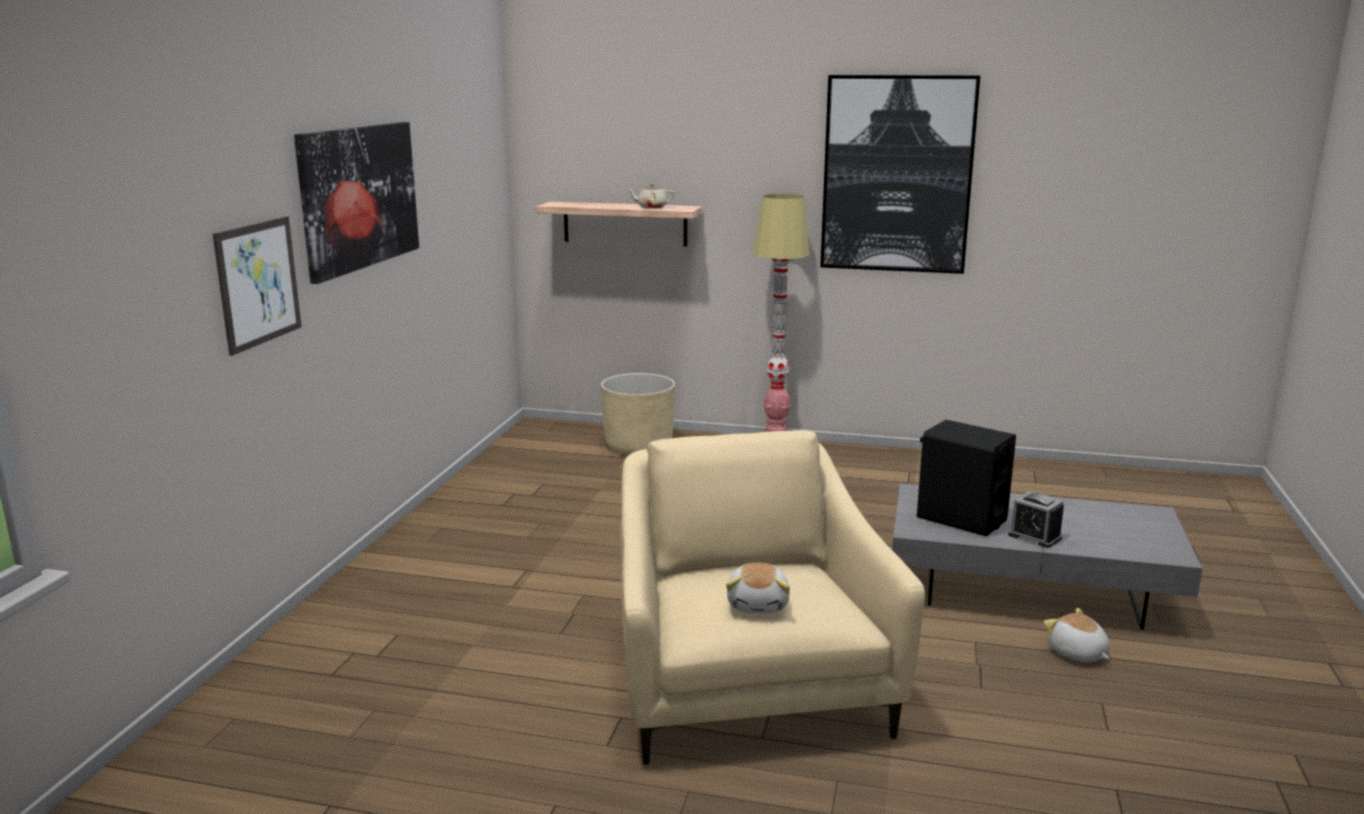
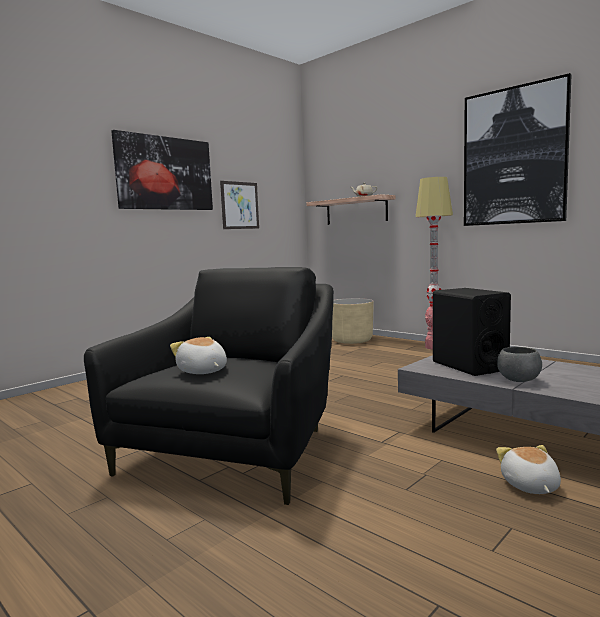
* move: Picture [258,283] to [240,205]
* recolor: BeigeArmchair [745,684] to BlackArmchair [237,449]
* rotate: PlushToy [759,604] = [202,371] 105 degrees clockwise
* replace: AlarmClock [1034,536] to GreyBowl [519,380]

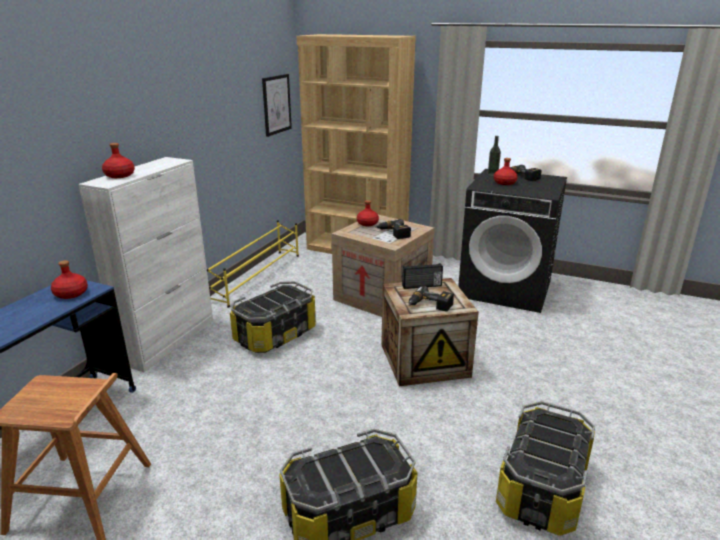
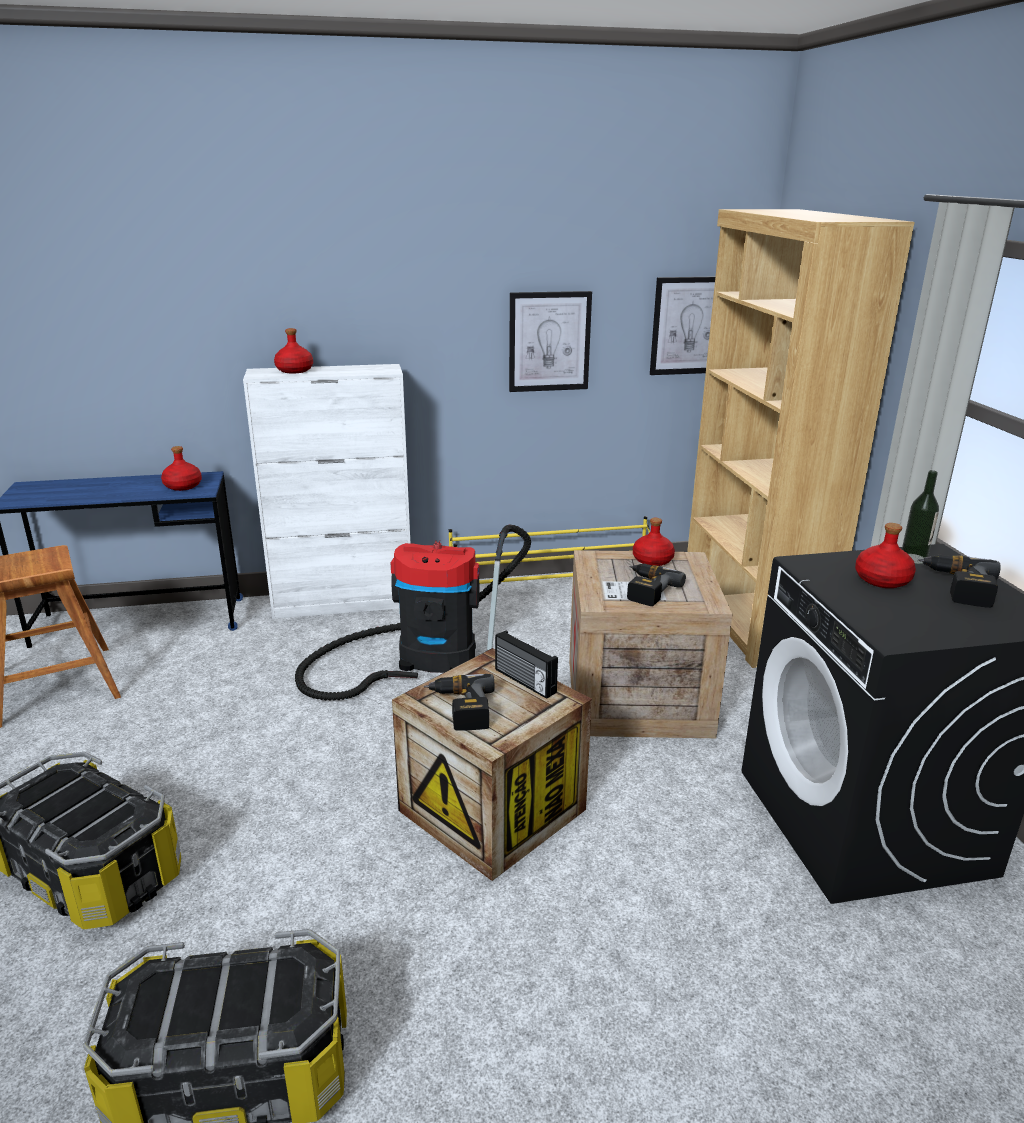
* replace: StorageBox [275,334] to VacuumCleaner [427,659]
* insert: Picture [549,341]

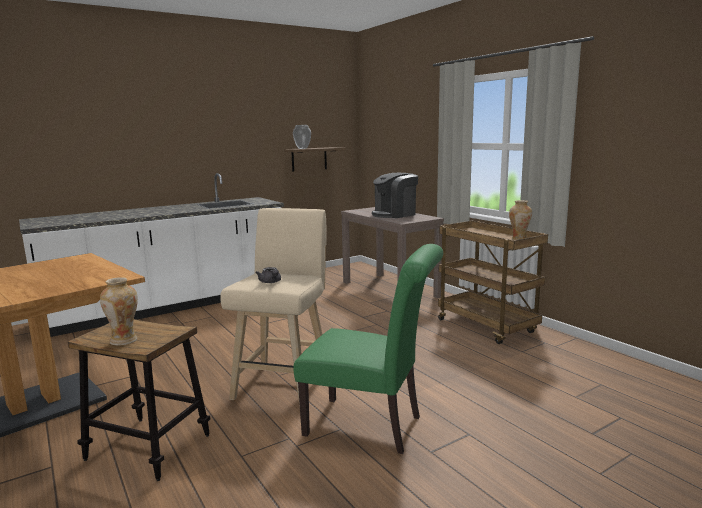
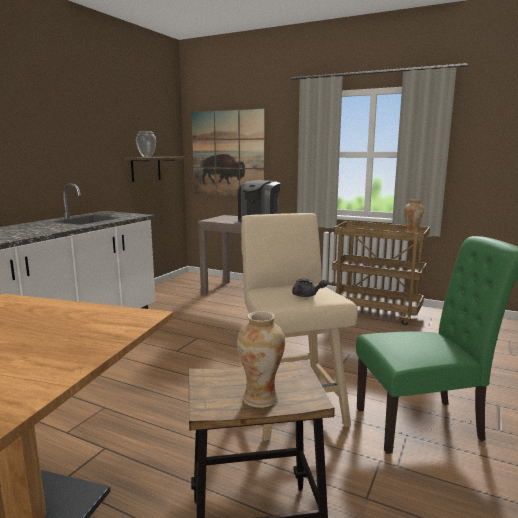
* insert: Picture [227,153]

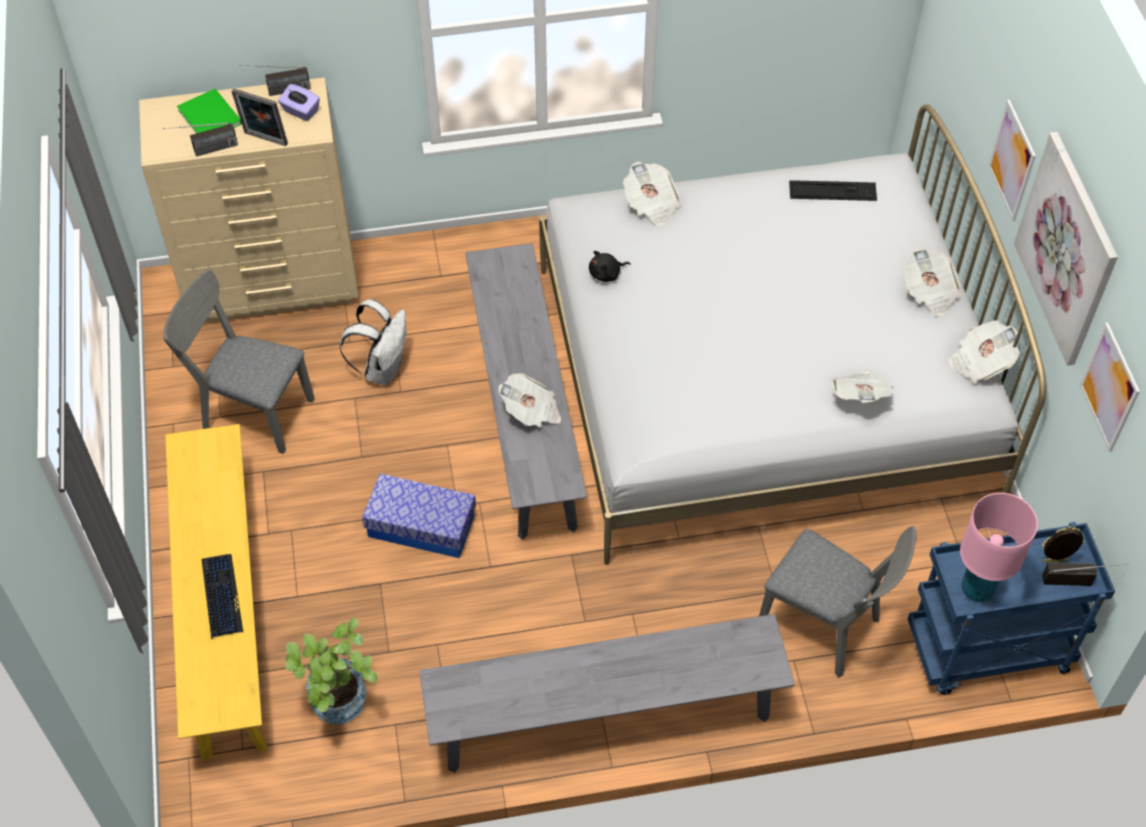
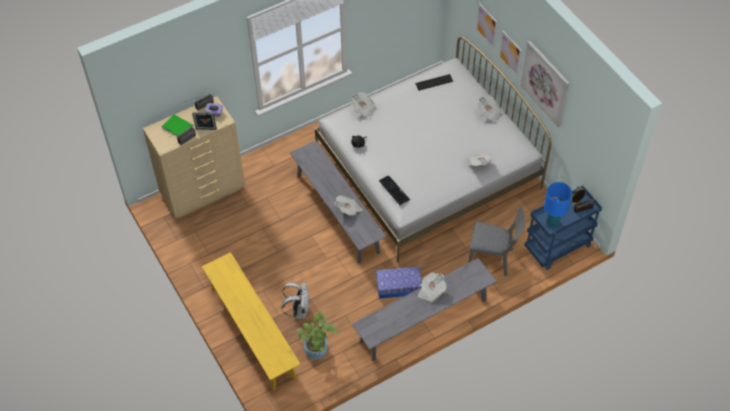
* delete: GreyChair [250,411]
* move: Keyboard [221,596] to [394,190]
* move: WhiteBackpack [382,368] to [298,310]
* move: StorageBox [421,526] to [398,287]
* move: Newspaper [980,362] to [431,291]
* recolor: PinkTableLamp [977,589] to BlueTableLamp [552,222]
* move: Picture [1109,387] to [486,25]

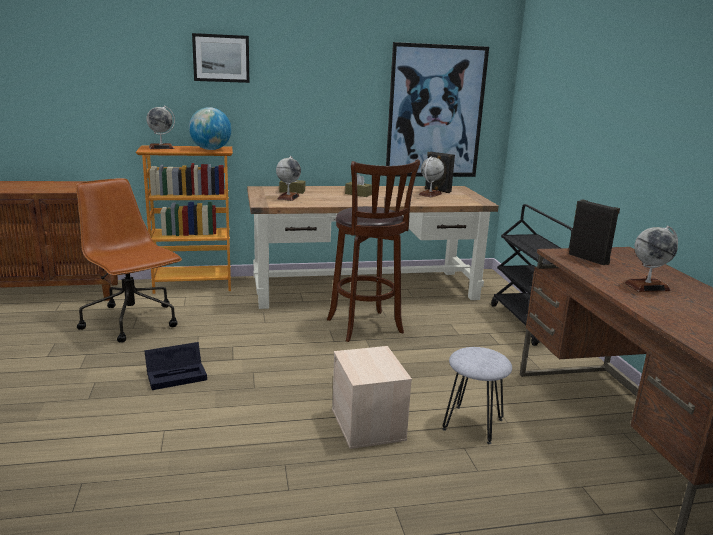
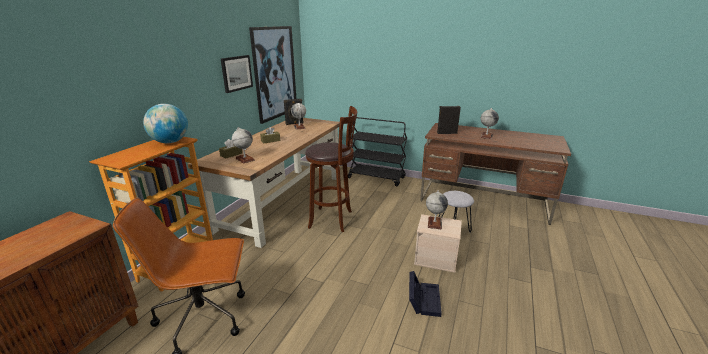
* move: BlackStorageBox [178,374] to [423,299]
* move: Globe [161,147] to [434,223]
* move: Picture [221,58] to [236,73]

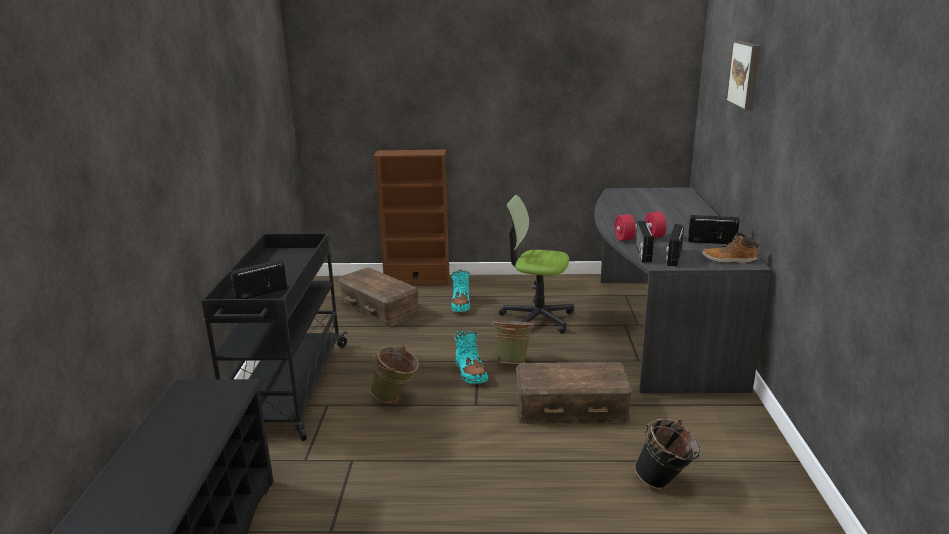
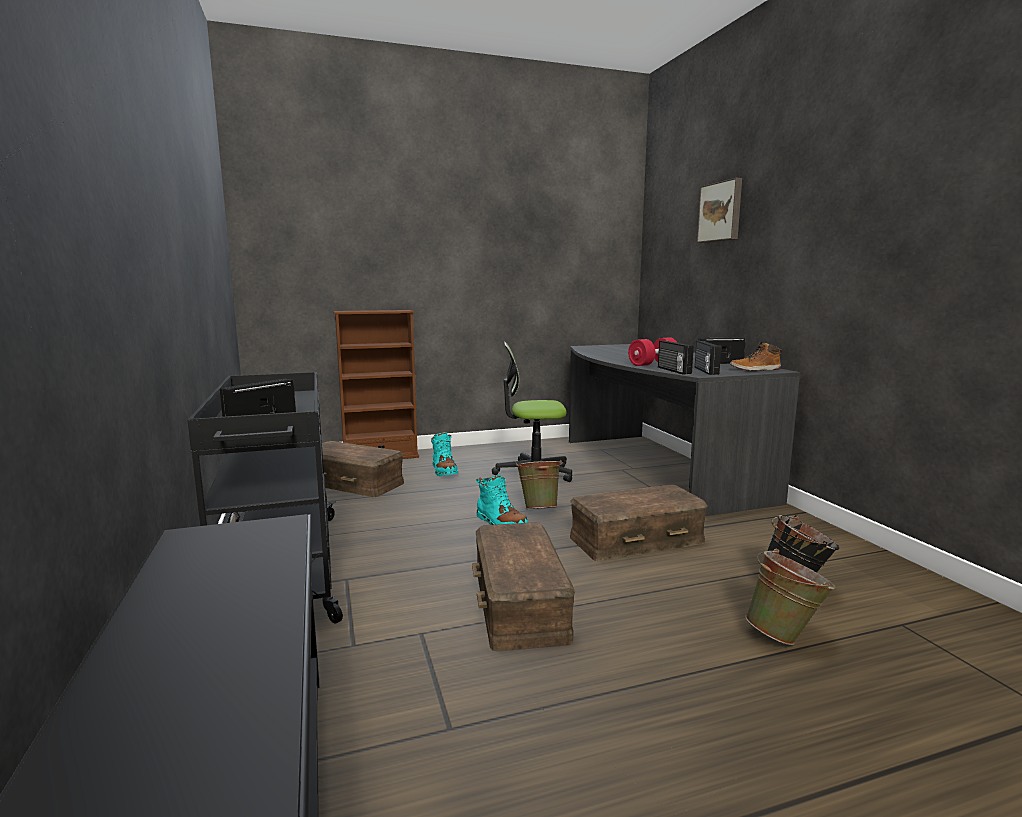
* move: GreenBucket [396,398] to [785,636]
* insert: BrownStorageBox [518,602]

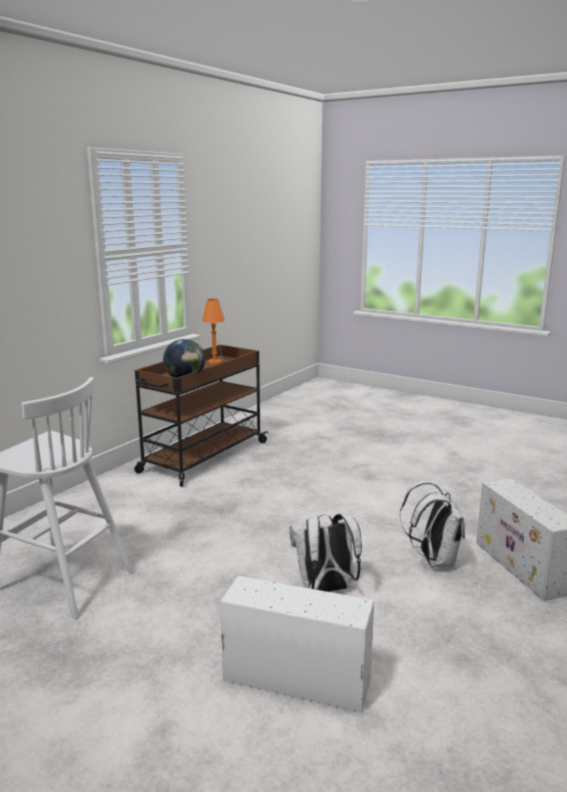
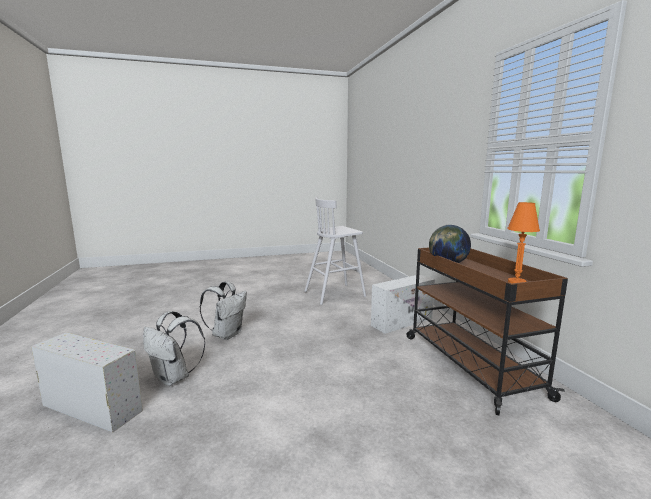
* move: WhiteStorageBox [294,679] to [403,321]

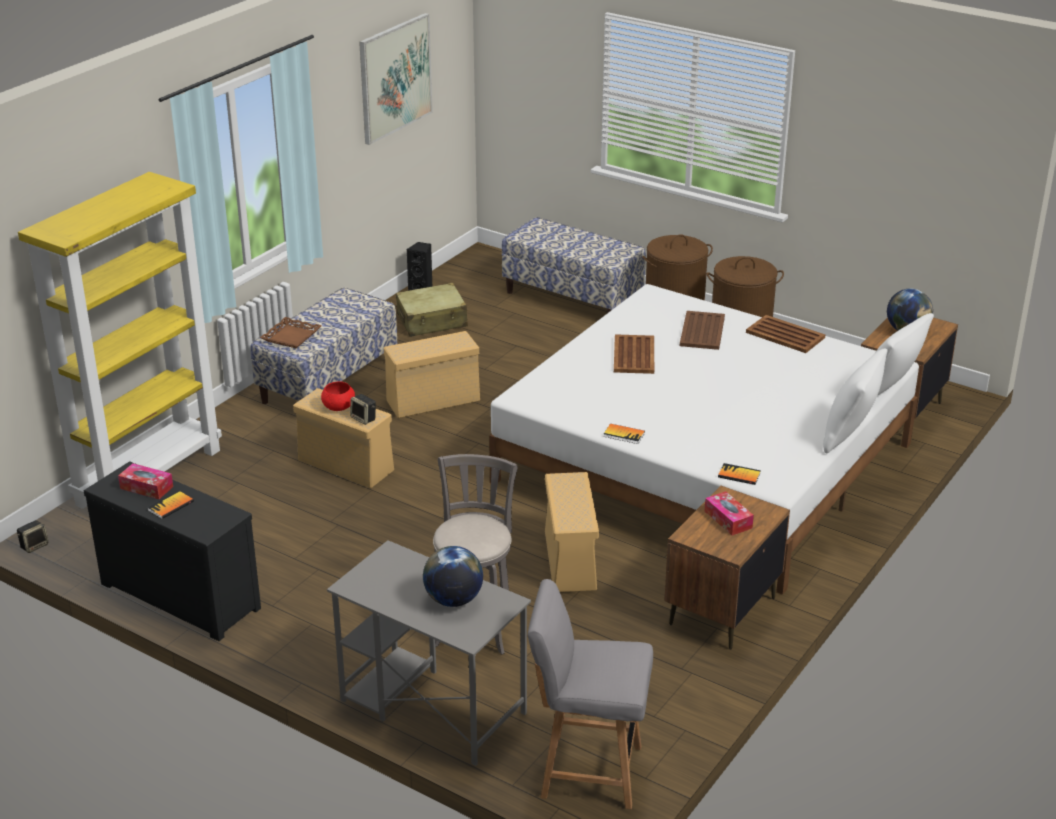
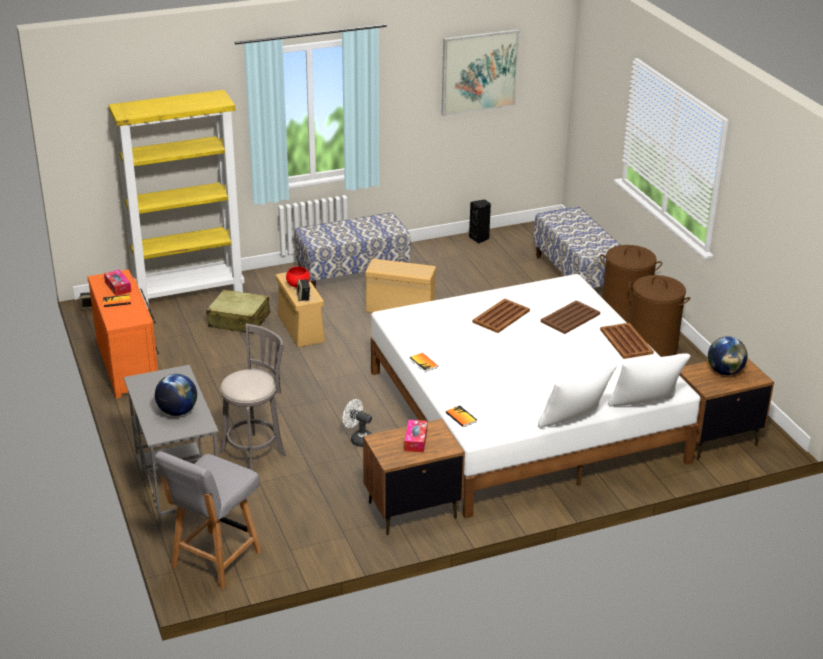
* recolor: BlackDresser [183,593] to OrangeDresser [129,364]
* delete: BrownTray [291,336]
* move: BeigeSuitcase [432,321] to [239,320]
* rotate: GreyChair [588,771] = [214,560] 105 degrees counterclockwise
* replace: BeigeStorageBox [570,561] to WhiteFan [358,439]

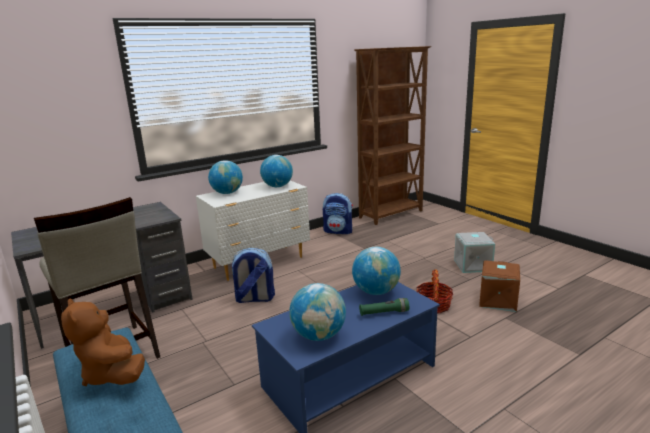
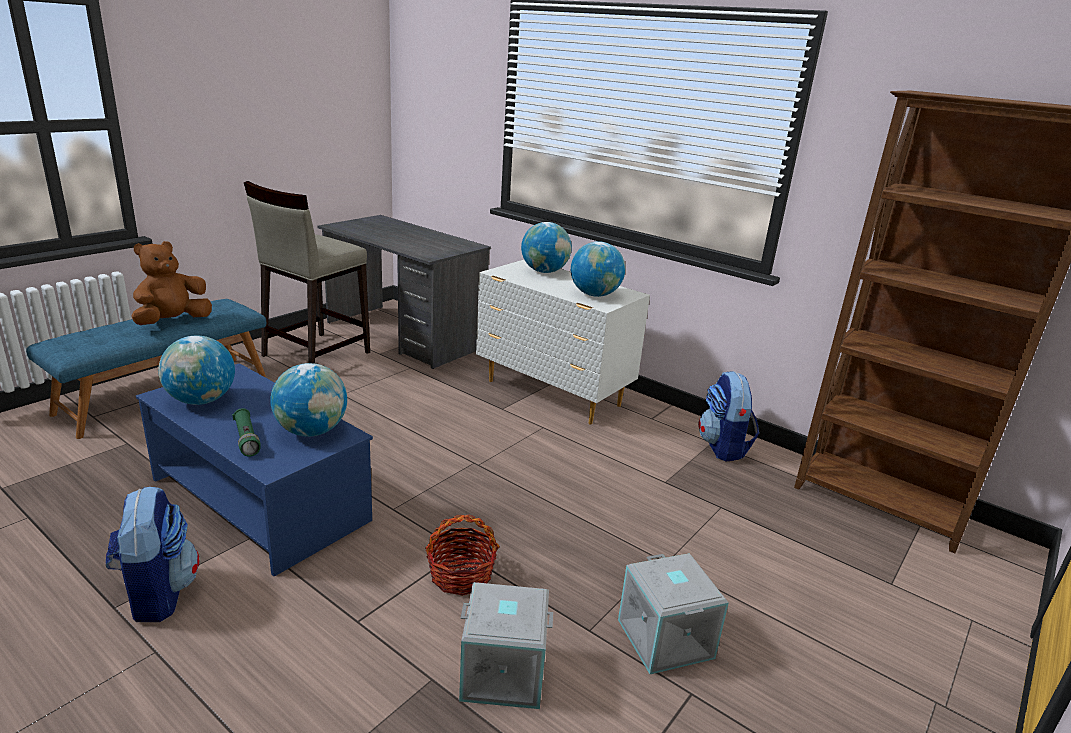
* move: Backpack [254,299] to [157,594]
* recolor: BrownStorageBox [497,300] to GreyStorageBox [504,671]

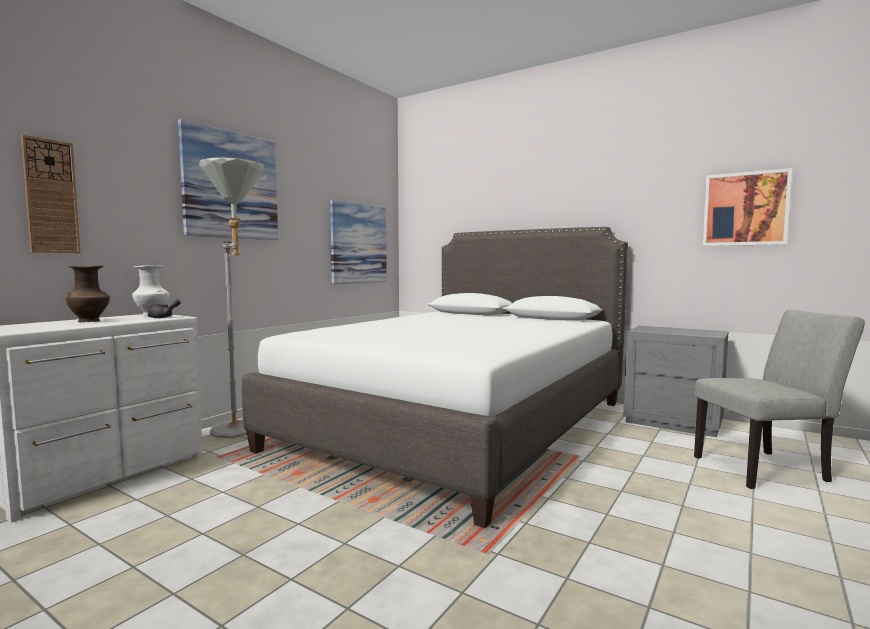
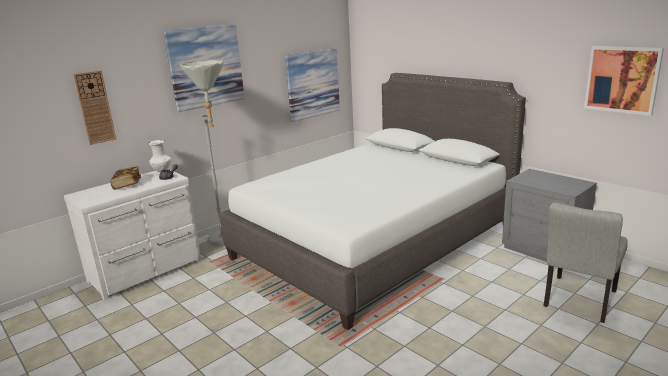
* replace: BrownVase [90,321] to Book [127,185]
* rotate: GreyChair [768,468] = [578,301] 120 degrees clockwise

